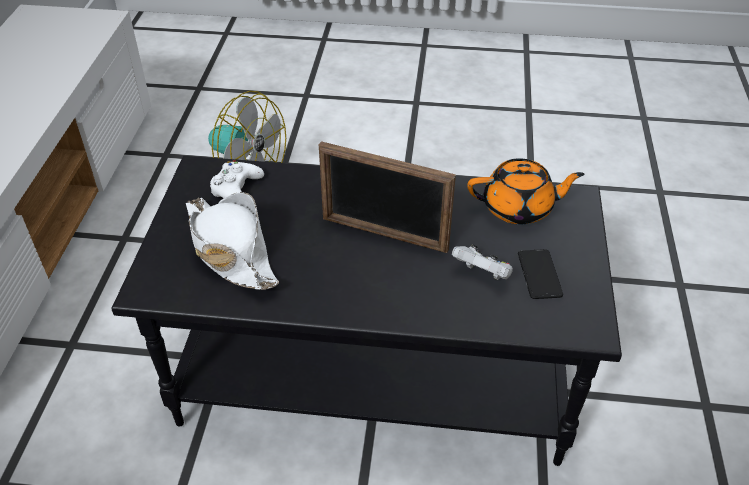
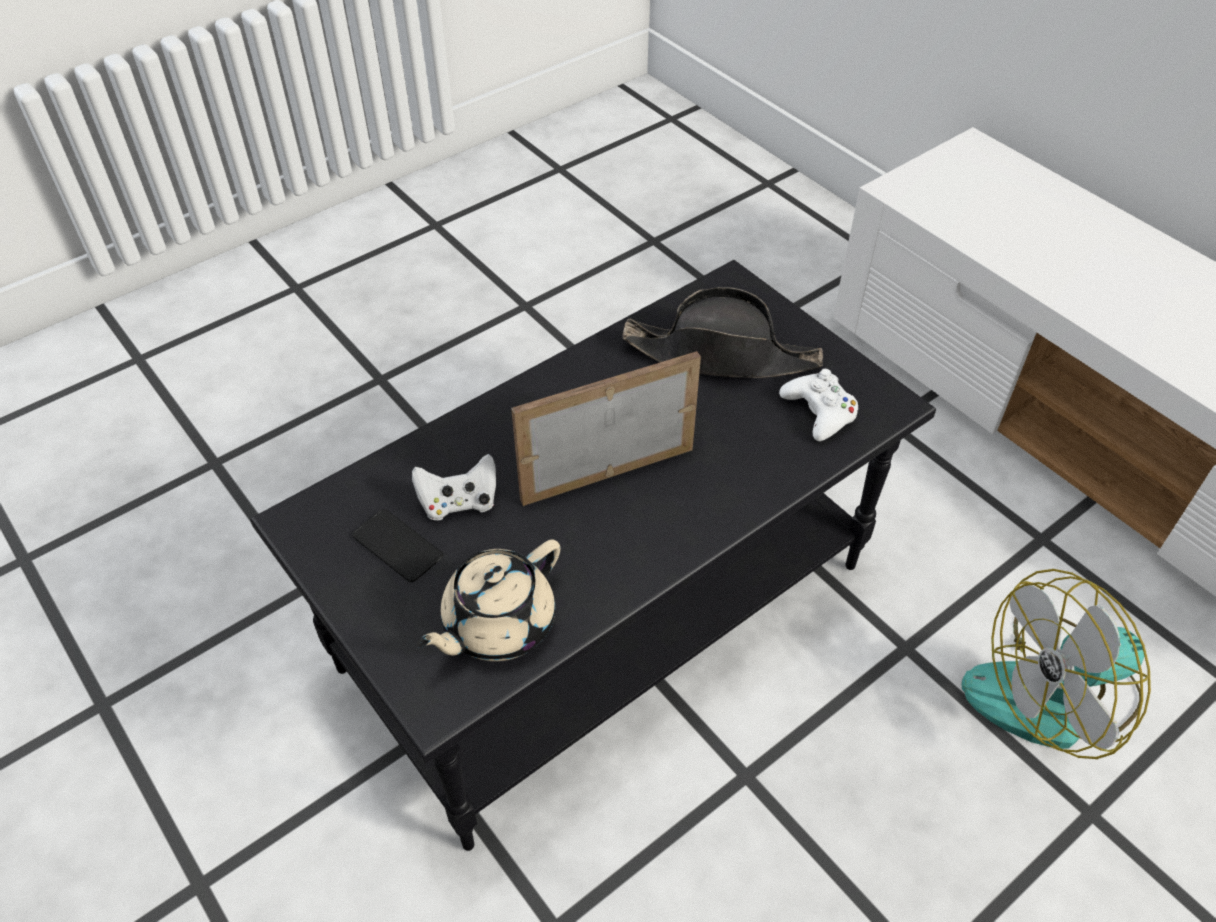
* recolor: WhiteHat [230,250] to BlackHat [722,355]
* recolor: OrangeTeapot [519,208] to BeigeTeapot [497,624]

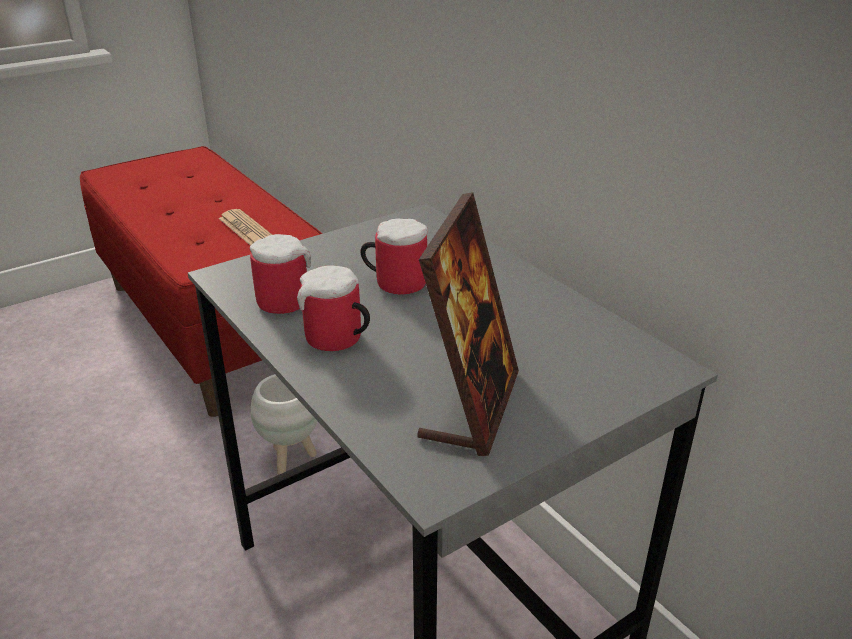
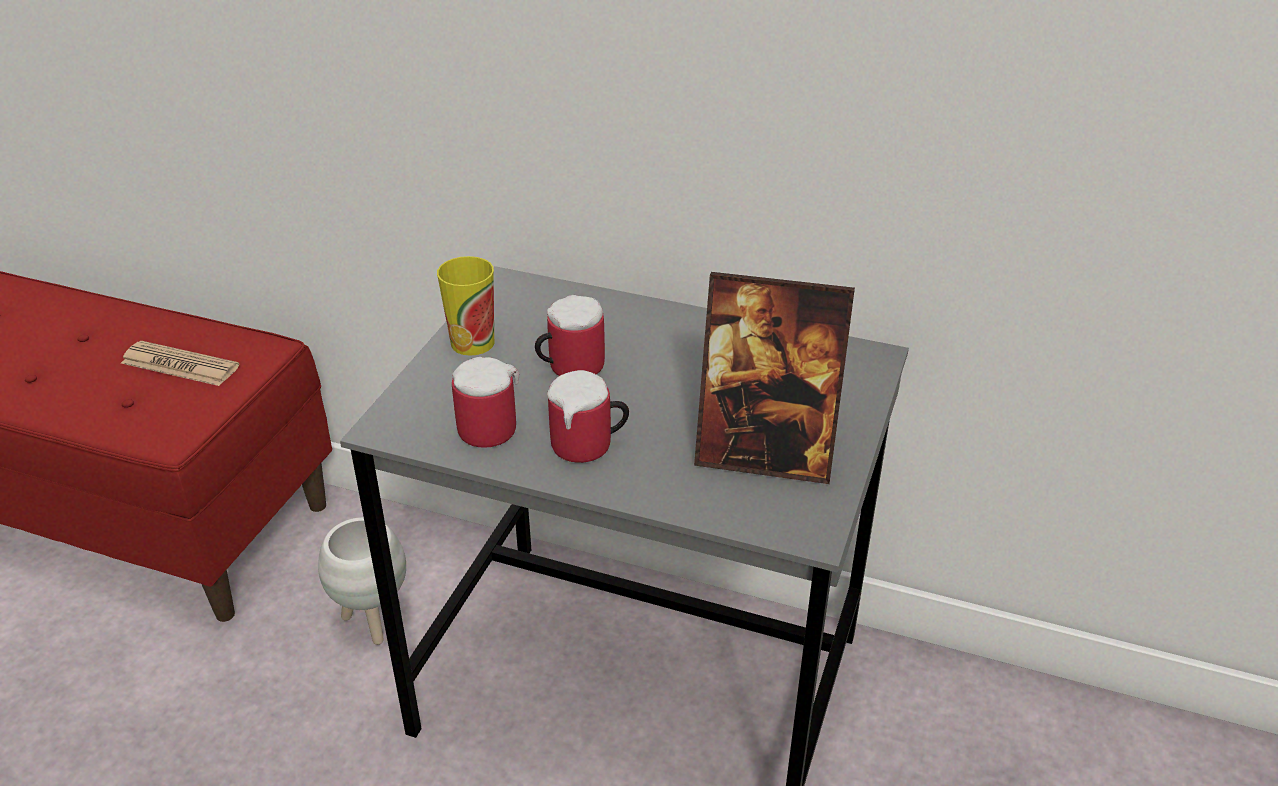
* rotate: PictureFrame [470,406] = [765,455] 120 degrees clockwise
* insert: Cup [472,343]

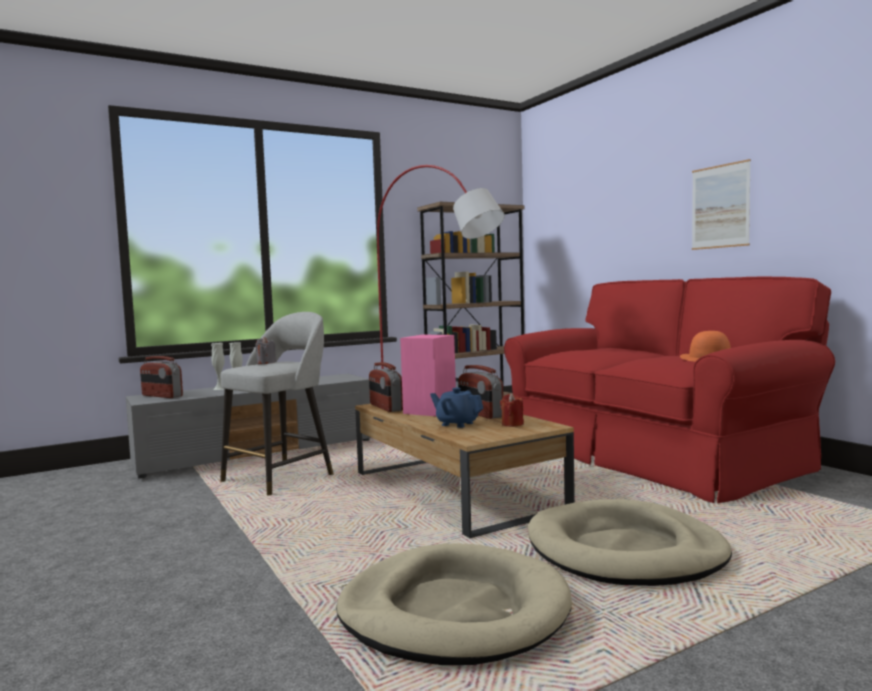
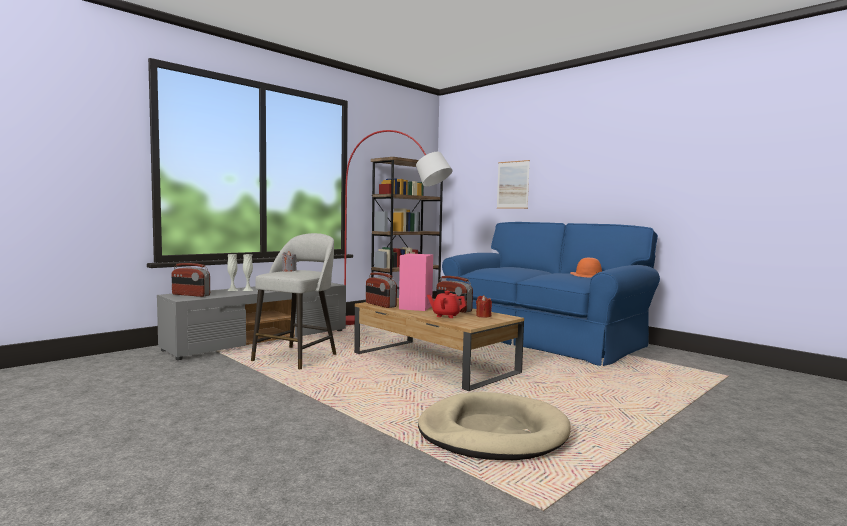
* recolor: BlueTeapot [457,424] to RedTeapot [446,316]
* recolor: RedSofa [651,453] to BlueSofa [543,337]
* delete: BeigeDogBed [625,551]
* move: Picture [720,206] to [513,185]

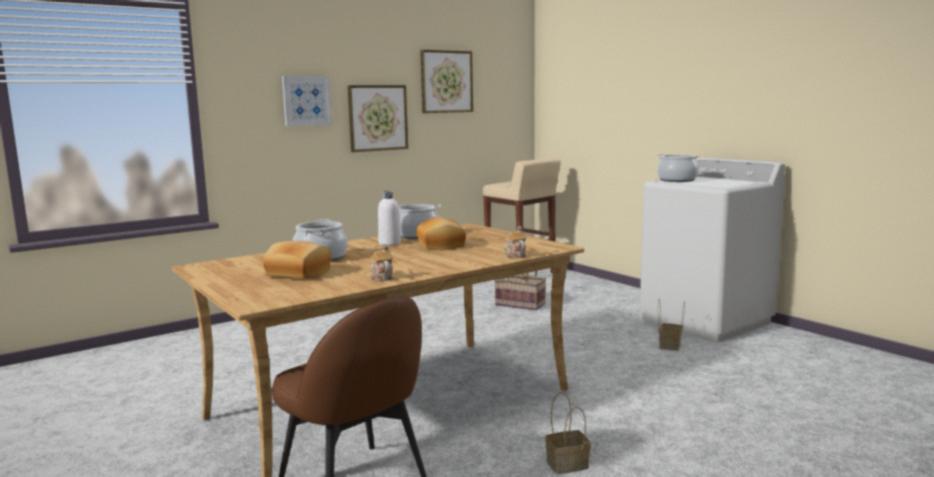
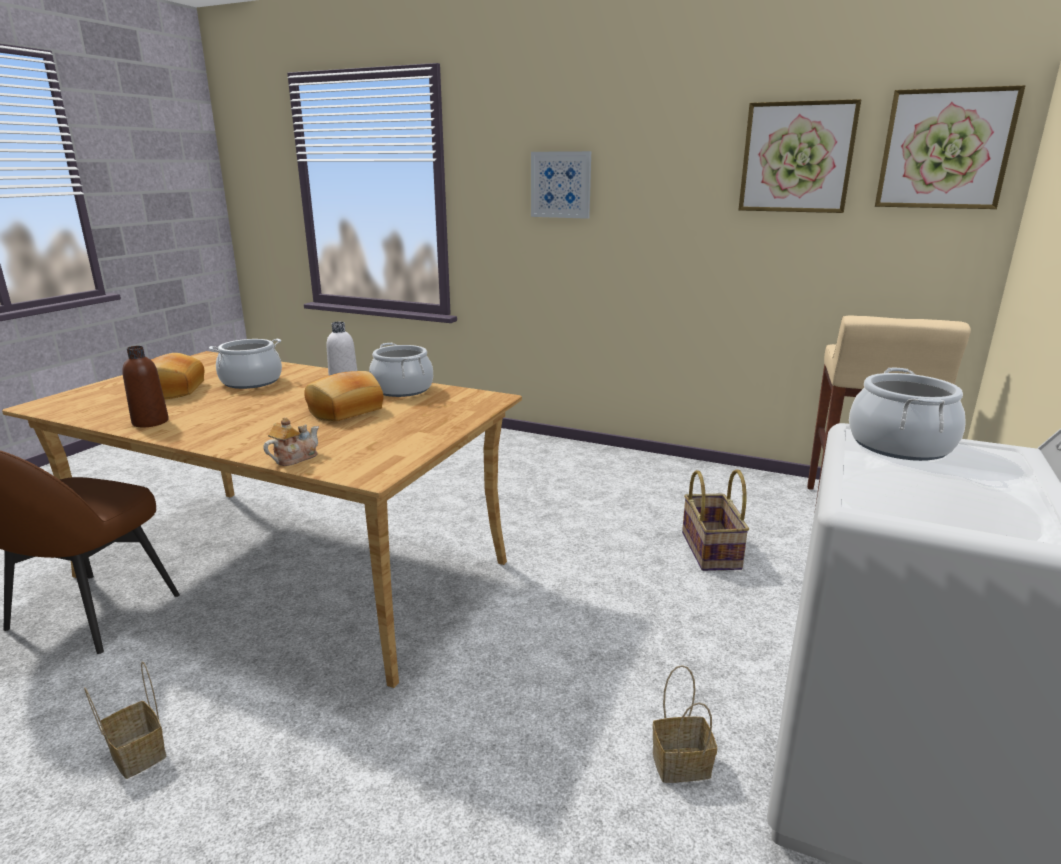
* move: Picture [378,118] to [945,149]
* replace: Teapot [381,277] to BrownBottle [150,422]

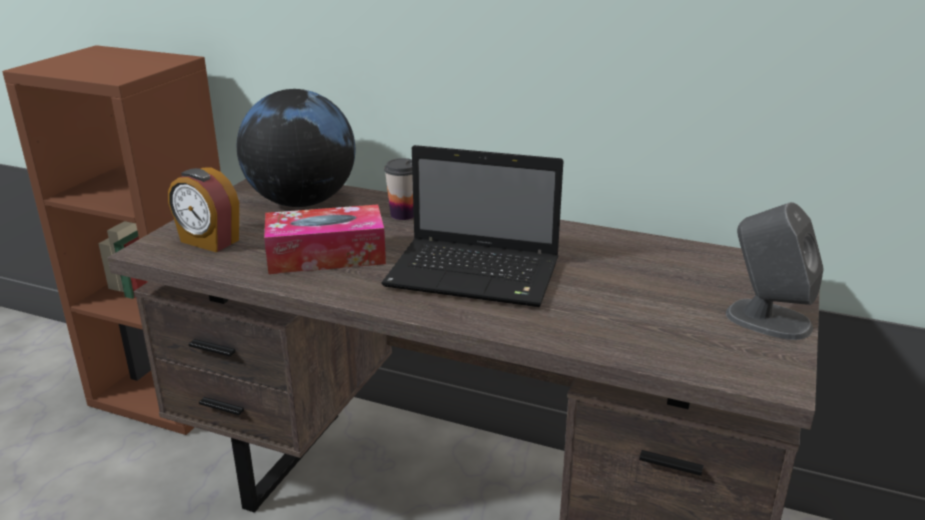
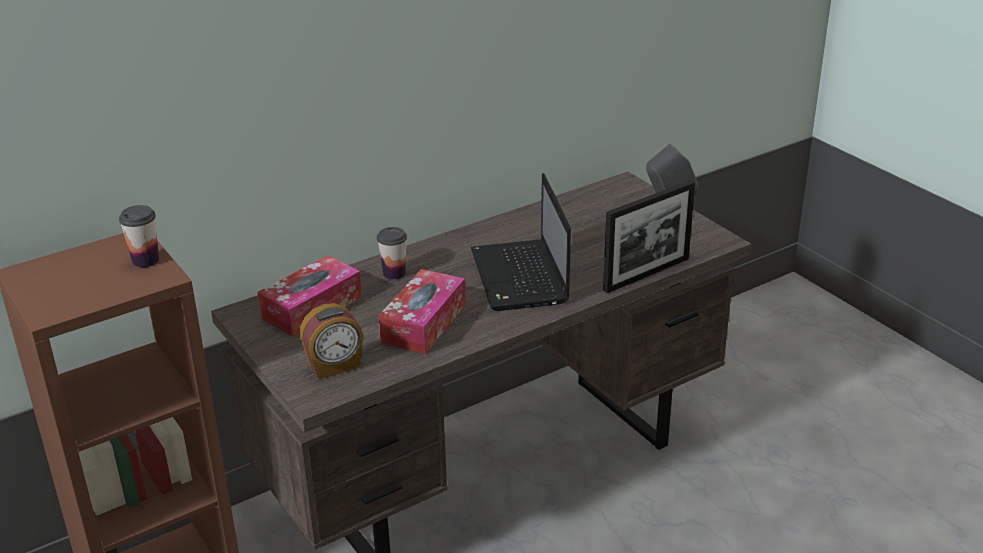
* replace: Globe [302,202] to TissueBox [312,307]
* rotate: Laptop [477,275] = [520,278] 120 degrees clockwise
* insert: Cup [145,260]
* insert: PictureFrame [646,274]

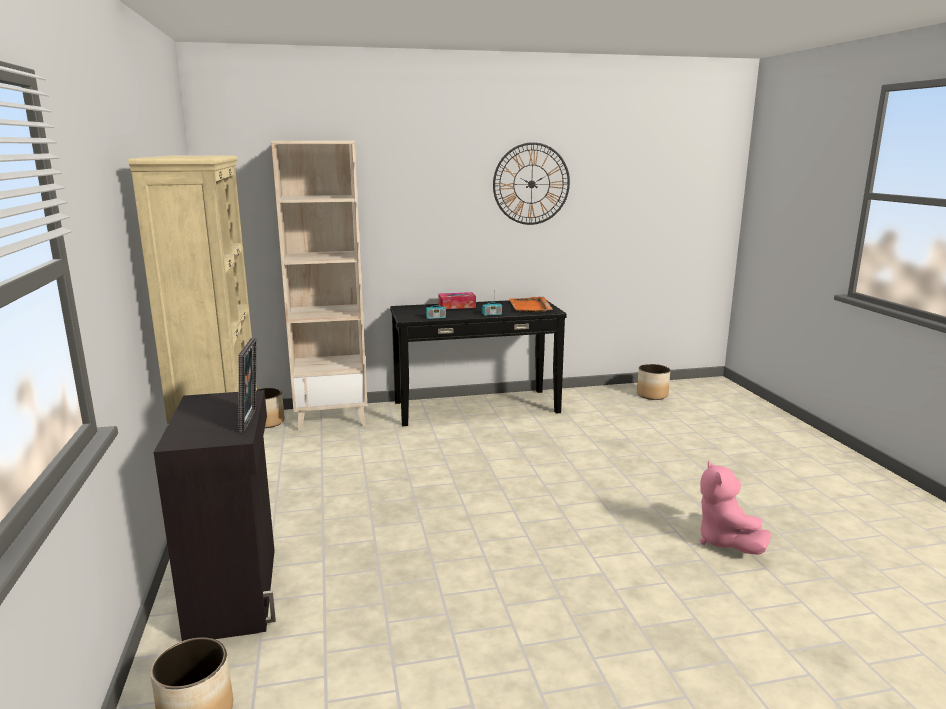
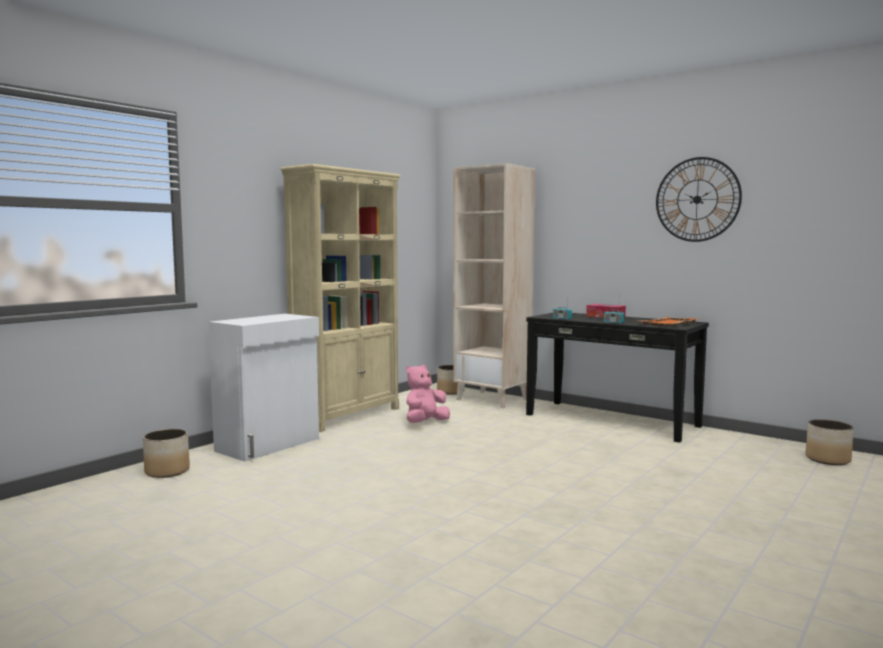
* recolor: BlackCabinet [235,591] to WhiteCabinet [269,445]
* delete: PictureFrame [251,420]
* move: PinkPlushToy [725,541] to [425,423]

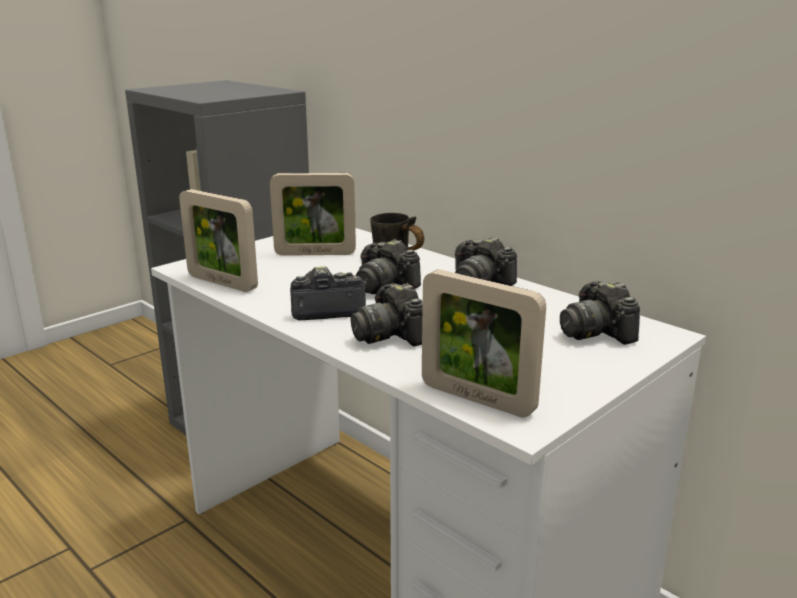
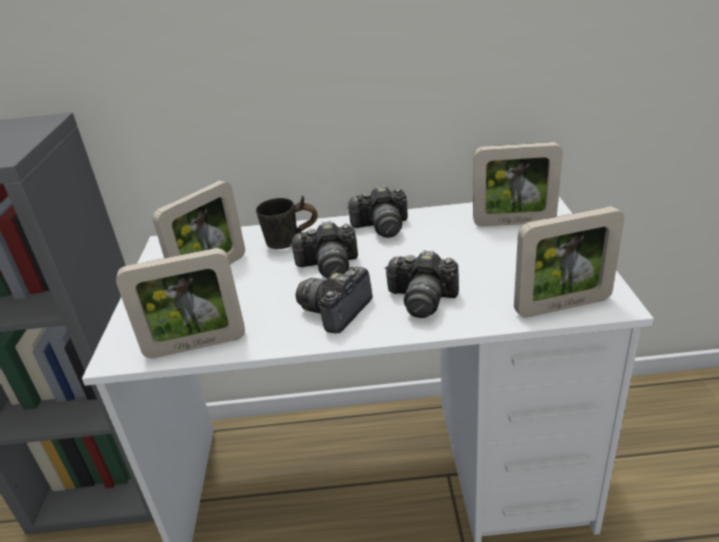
* replace: PhotoCamera [596,332] to PictureFrame [514,222]

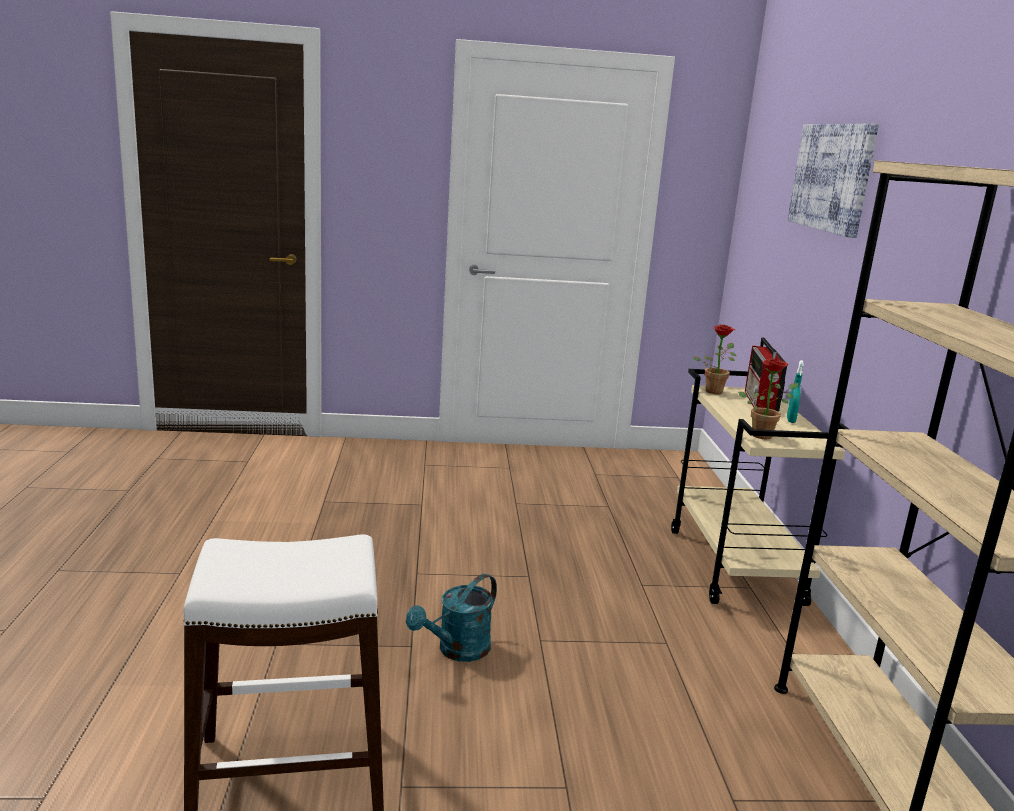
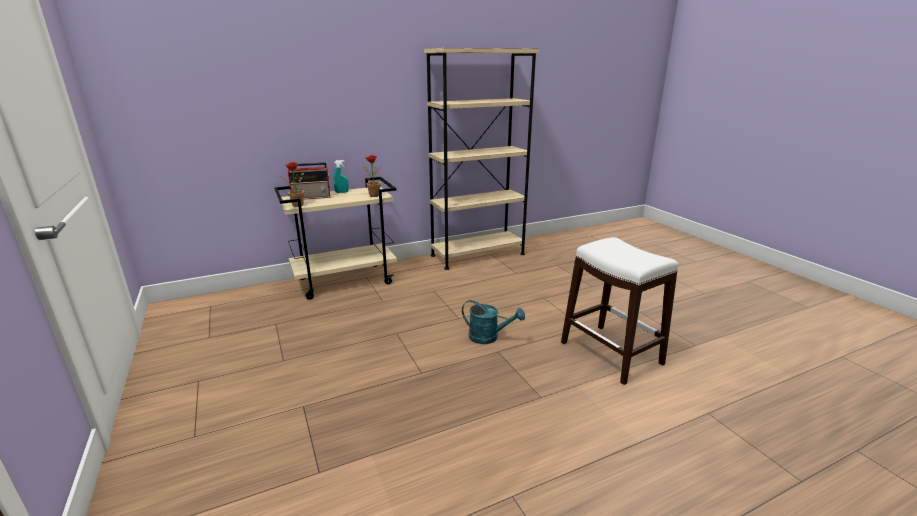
* delete: Picture [832,177]

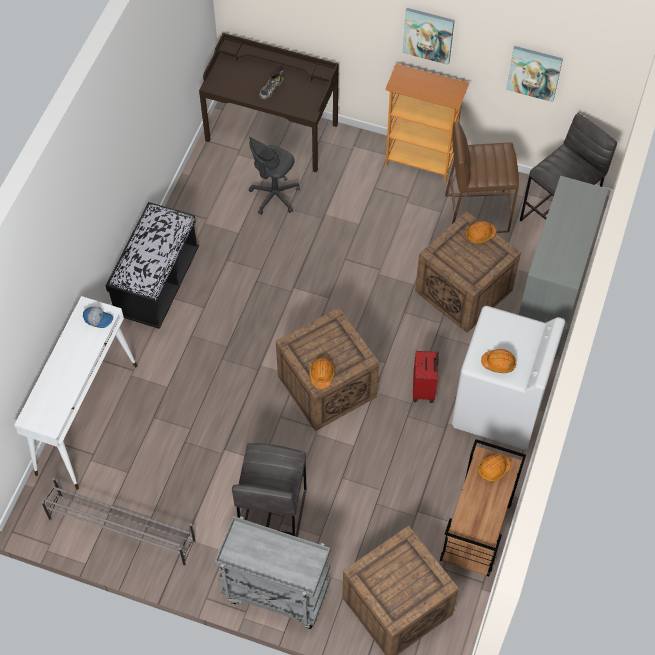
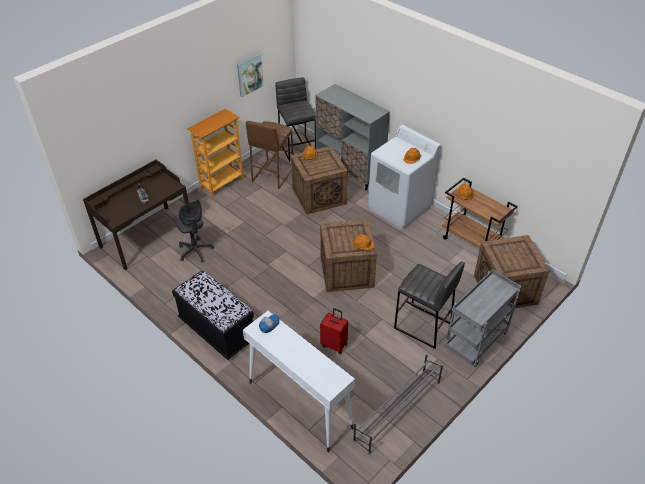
* delete: Picture [428,35]
* move: RedSuitcase [424,389] to [334,344]

